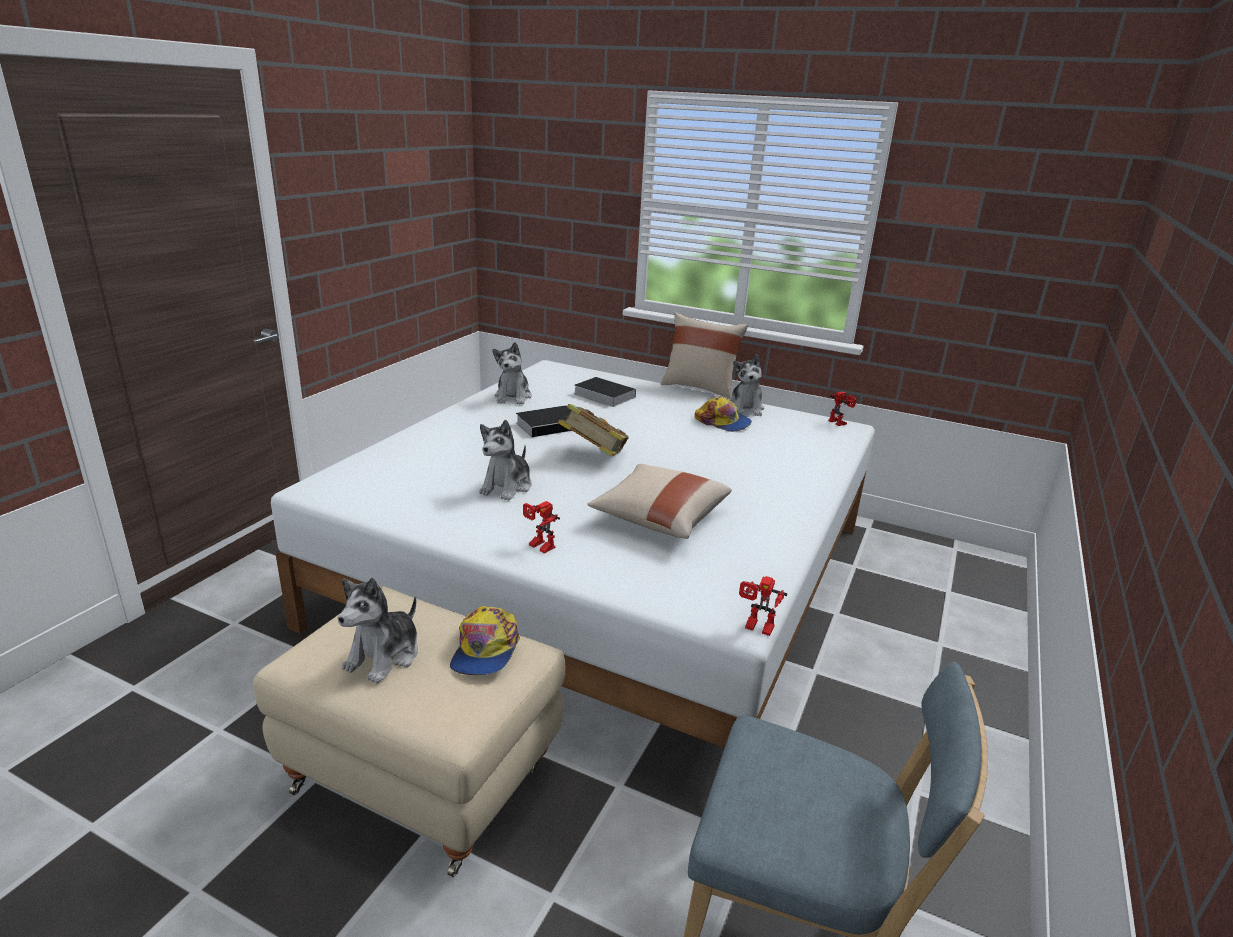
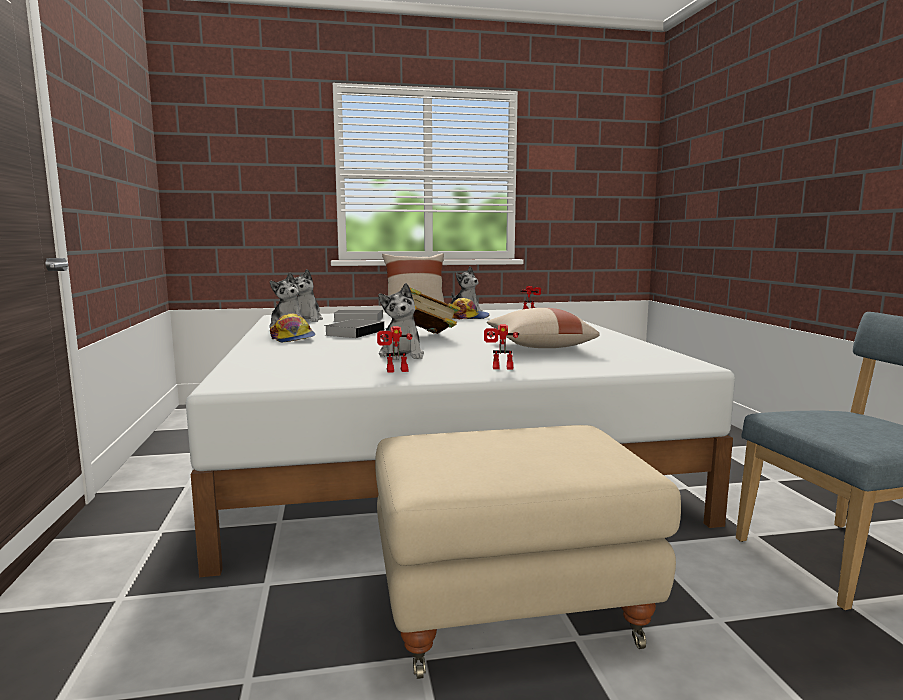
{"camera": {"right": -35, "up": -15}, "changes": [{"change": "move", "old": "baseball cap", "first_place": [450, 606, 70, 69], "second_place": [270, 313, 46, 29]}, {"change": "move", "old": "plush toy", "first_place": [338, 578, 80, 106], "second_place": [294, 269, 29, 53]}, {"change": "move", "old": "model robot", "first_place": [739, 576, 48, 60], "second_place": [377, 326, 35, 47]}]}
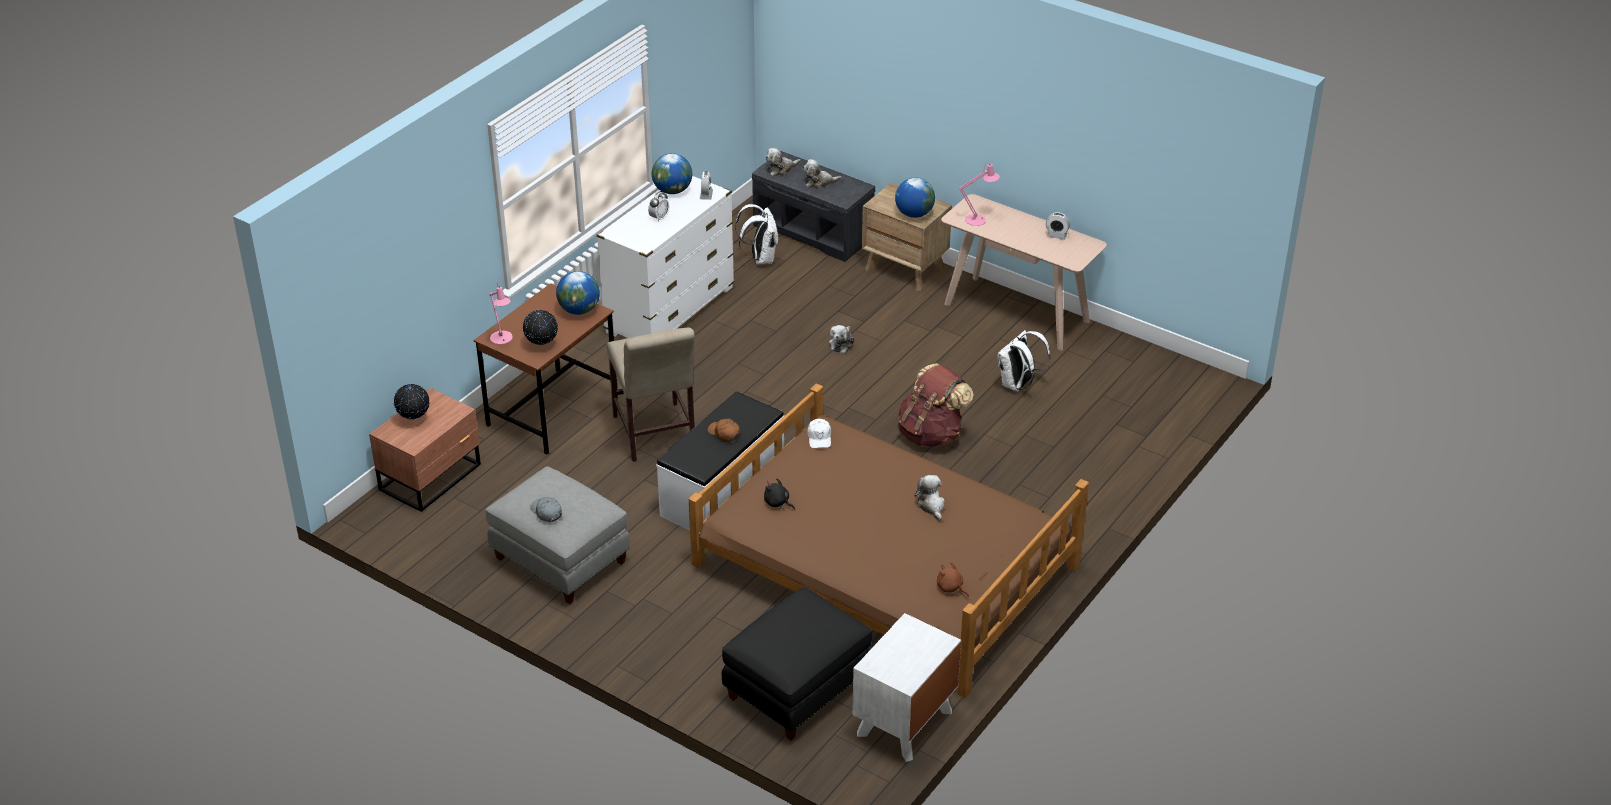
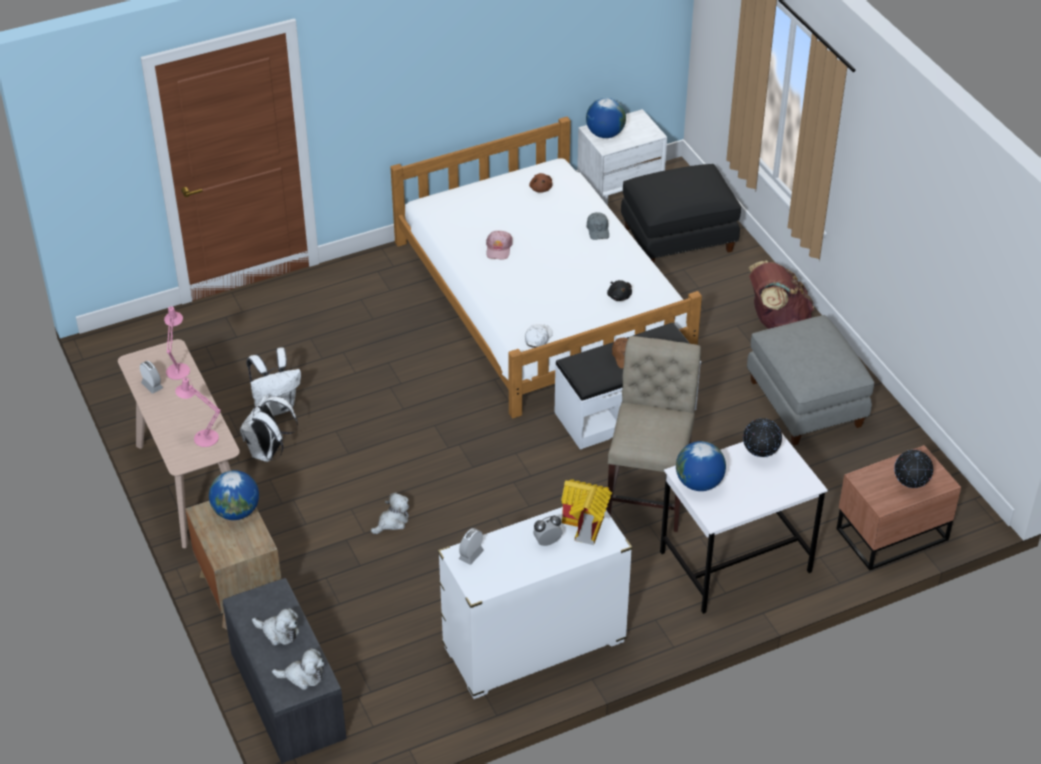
{"camera": {"right": -150, "up": 5}, "changes": [{"change": "move", "old": "pink-coloured tabletop lamp", "first_place": [489, 282, 24, 62], "second_place": [164, 306, 26, 74]}, {"change": "move", "old": "whitish backpack", "first_place": [735, 204, 43, 61], "second_place": [240, 395, 58, 67]}, {"change": "recolor", "old": "brownish bedroom bed", "new": "whitish bedroom bed", "first_place": [689, 384, 400, 314], "second_place": [390, 117, 312, 301]}, {"change": "replace", "old": "plush toy", "new": "pink-coloured baseball cap", "first_place": [914, 475, 31, 46], "second_place": [486, 231, 27, 29]}, {"change": "insert", "new": "model house", "second_place": [561, 479, 51, 66]}, {"change": "move", "old": "world globe", "first_place": [652, 153, 40, 41], "second_place": [586, 98, 40, 40]}, {"change": "move", "old": "greyish baseball cap", "first_place": [530, 497, 32, 26], "second_place": [586, 212, 23, 28]}, {"change": "recolor", "old": "brownish desk unit", "new": "whitish desk unit", "first_place": [474, 283, 144, 172], "second_place": [660, 432, 168, 182]}, {"change": "move", "old": "brownish backpack", "first_place": [898, 363, 76, 84], "second_place": [749, 261, 65, 68]}]}
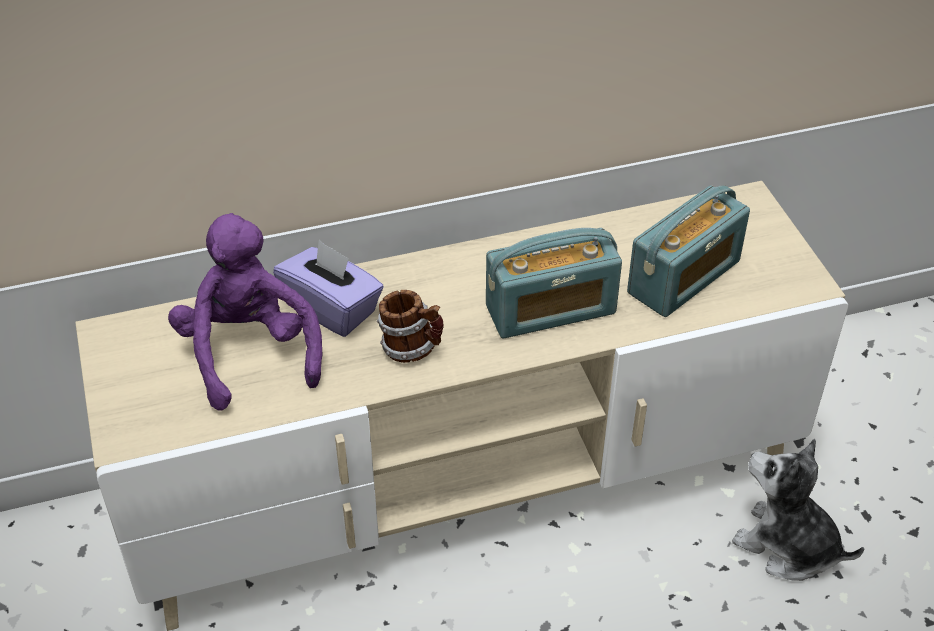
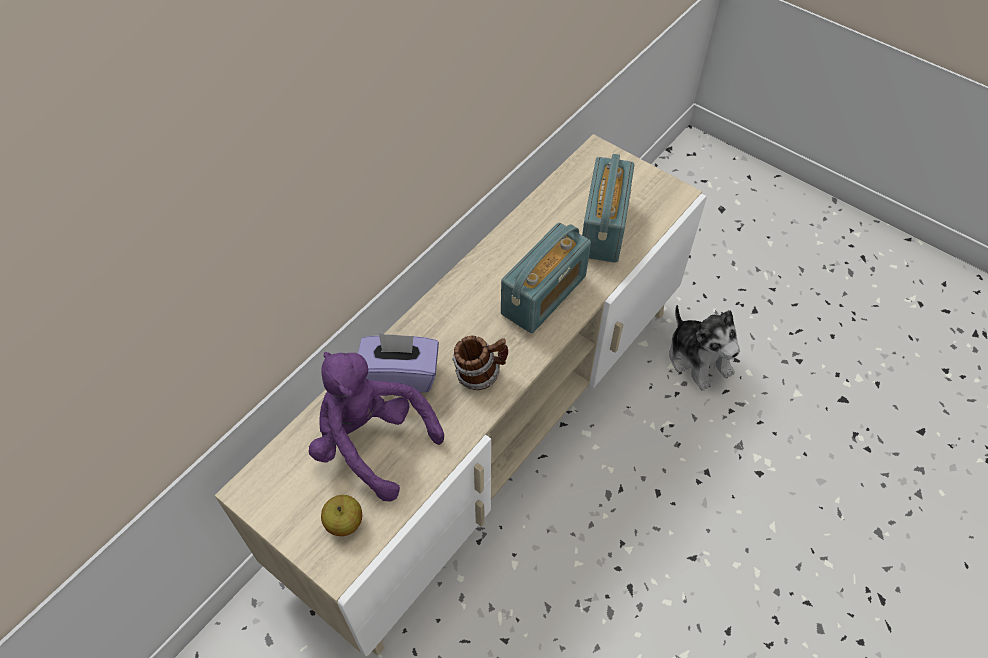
{"camera": {"right": -35, "up": 10}, "changes": [{"change": "insert", "new": "whole apple", "second_place": [321, 495, 41, 41]}, {"change": "rotate", "old": "plush toy", "first_place": [732, 439, 132, 142], "second_place": [670, 305, 70, 86], "degrees": -120}]}
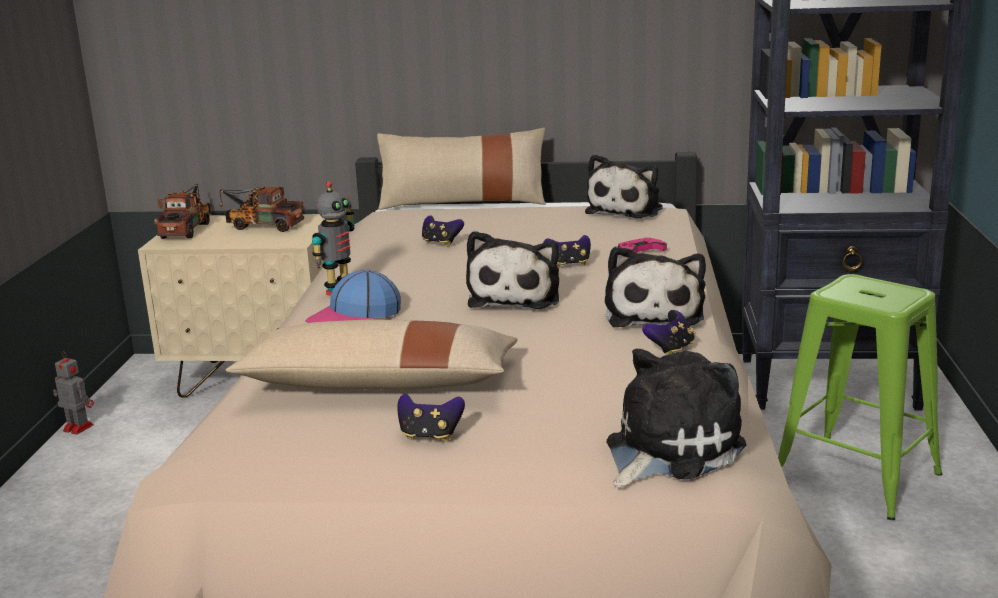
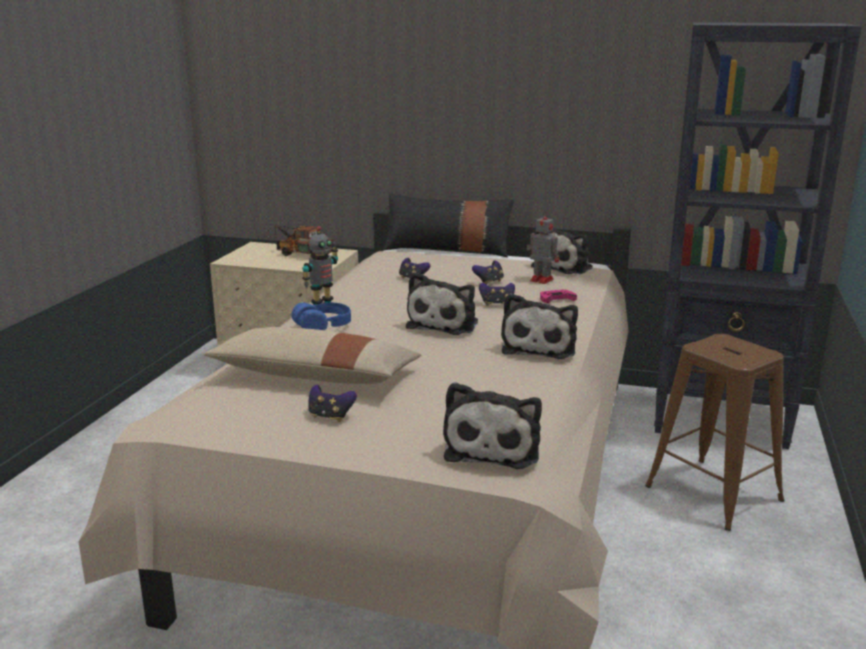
{"camera": {"right": 10, "up": 0}, "changes": [{"change": "replace", "old": "baseball cap", "new": "bluish pair of headphones", "first_place": [305, 269, 96, 54], "second_place": [292, 302, 59, 28]}, {"change": "recolor", "old": "beige pillow", "new": "blackish pillow", "first_place": [377, 128, 169, 82], "second_place": [383, 193, 131, 64]}, {"change": "rotate", "old": "plush toy", "first_place": [607, 349, 139, 139], "second_place": [443, 382, 99, 87], "degrees": 135}, {"change": "move", "old": "game controller", "first_place": [642, 310, 53, 45], "second_place": [472, 261, 32, 24]}, {"change": "move", "old": "model robot", "first_place": [53, 351, 41, 84], "second_place": [526, 210, 34, 74]}, {"change": "recolor", "old": "green-coloured stool seat", "new": "brownish stool seat", "first_place": [778, 274, 164, 246], "second_place": [645, 334, 139, 197]}, {"change": "delete", "old": "toy lorry", "first_place": [154, 184, 58, 55]}]}
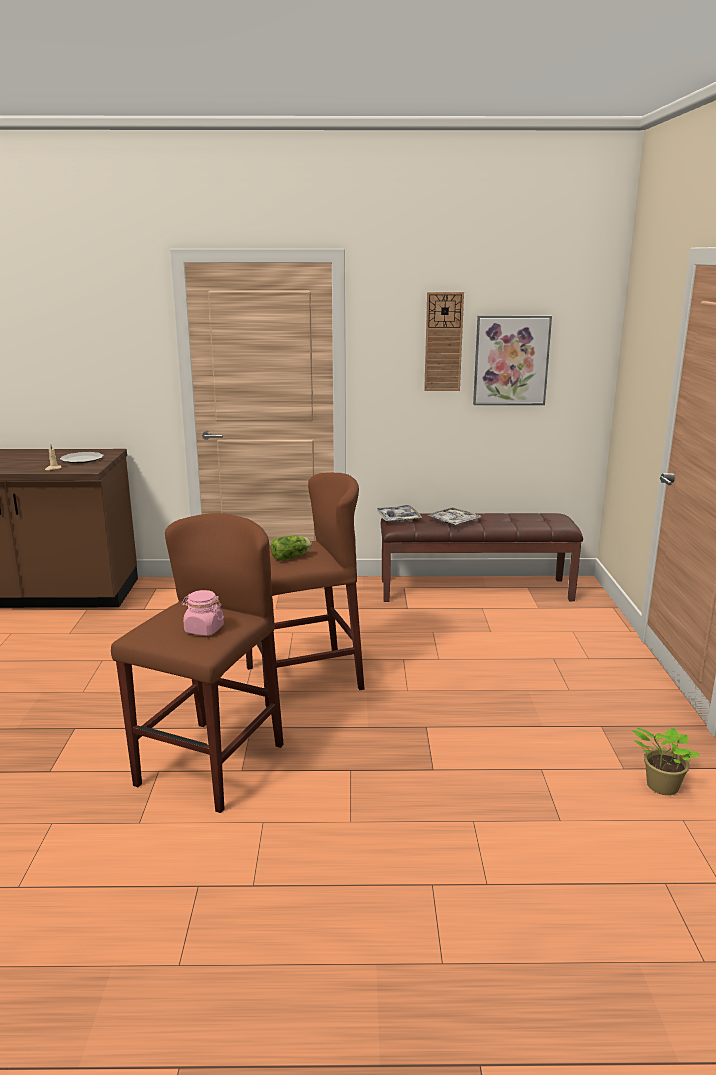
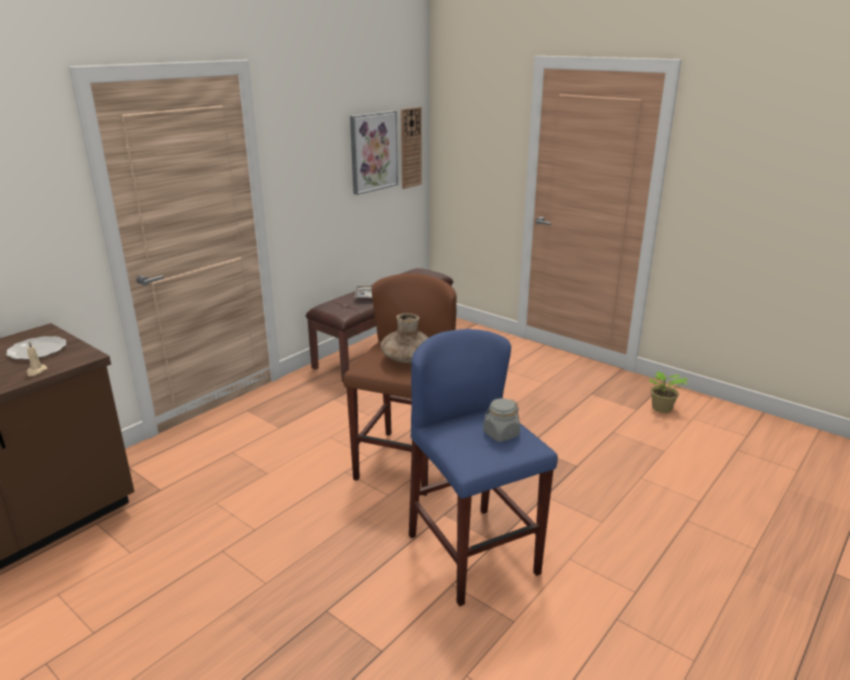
{"camera": {"right": -50, "up": 5}, "changes": [{"change": "replace", "old": "lettuce", "new": "brownish decorative vase", "first_place": [271, 535, 41, 26], "second_place": [381, 313, 48, 50]}, {"change": "move", "old": "clock on the wall", "first_place": [424, 292, 40, 99], "second_place": [401, 107, 21, 82]}, {"change": "recolor", "old": "brownish stool seat", "new": "bluish stool seat", "first_place": [111, 513, 173, 300], "second_place": [409, 329, 149, 277]}, {"change": "recolor", "old": "pink-coloured jar", "new": "greyish jar", "first_place": [182, 590, 42, 46], "second_place": [483, 398, 37, 44]}, {"change": "delete", "old": "carrying tray", "first_place": [375, 505, 48, 18]}]}
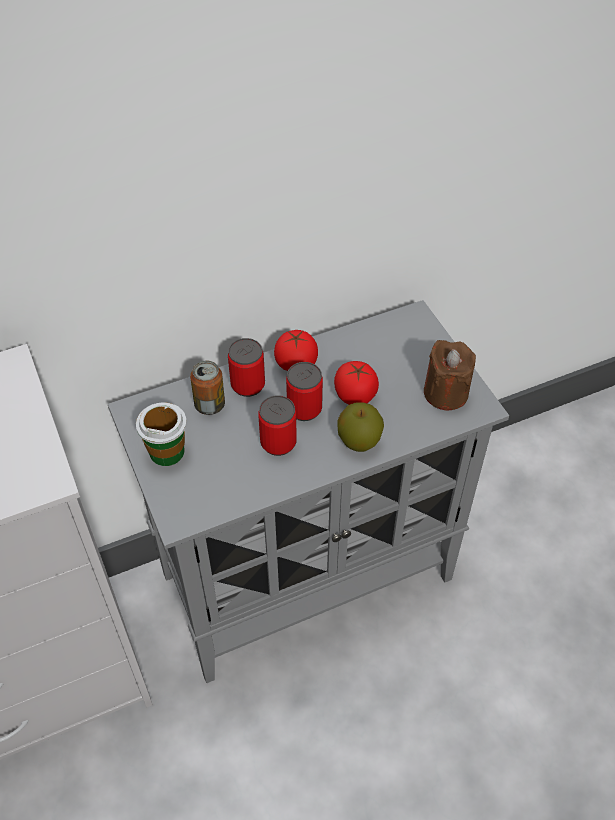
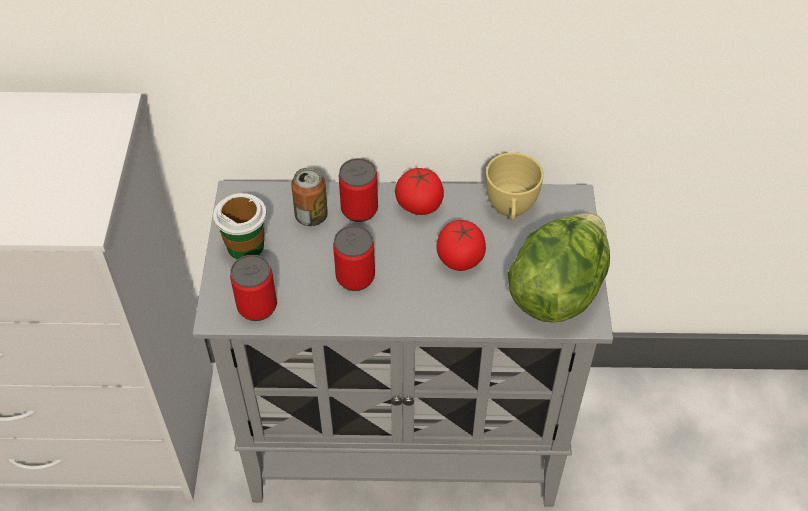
{"camera": {"right": 25, "up": 0}, "changes": [{"change": "move", "old": "sealed can", "first_place": [286, 362, 37, 59], "second_place": [230, 255, 47, 66]}, {"change": "insert", "new": "yellow-coloured small cup", "second_place": [486, 152, 58, 69]}, {"change": "replace", "old": "brownish wax light", "new": "lettuce", "first_place": [424, 340, 52, 71], "second_place": [508, 213, 102, 110]}, {"change": "delete", "old": "whole apple", "first_place": [337, 402, 47, 50]}]}
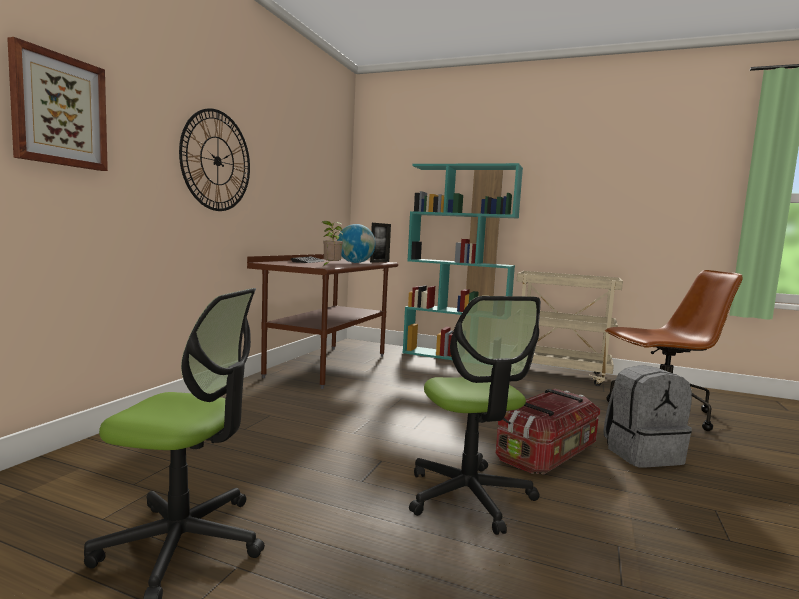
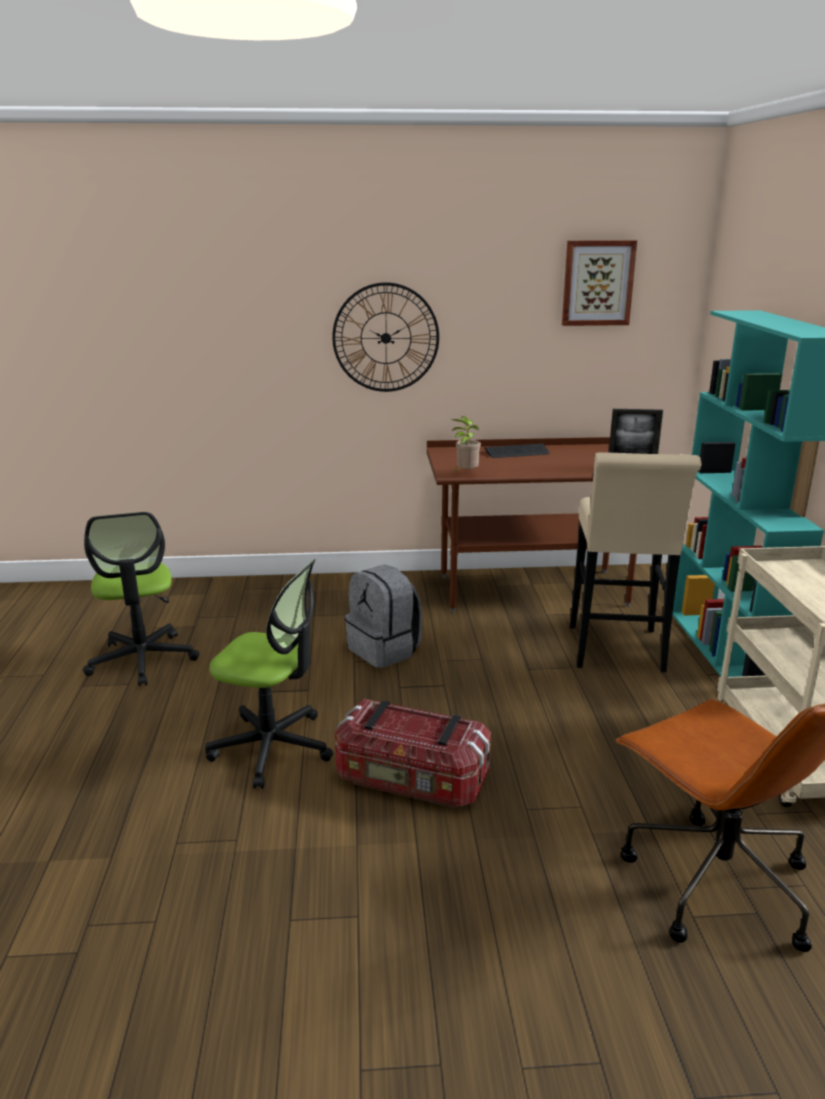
{"camera": {"right": 65, "up": 15}, "changes": [{"change": "rotate", "old": "office chair", "first_place": [409, 296, 132, 239], "second_place": [205, 559, 128, 230], "degrees": -120}, {"change": "move", "old": "greyish backpack", "first_place": [603, 365, 89, 102], "second_place": [345, 565, 77, 103]}, {"change": "move", "old": "wall picture", "first_place": [7, 37, 101, 134], "second_place": [562, 240, 75, 86]}, {"change": "insert", "new": "beige stool seat", "second_place": [570, 452, 131, 220]}, {"change": "delete", "old": "world globe", "first_place": [337, 224, 39, 39]}]}
